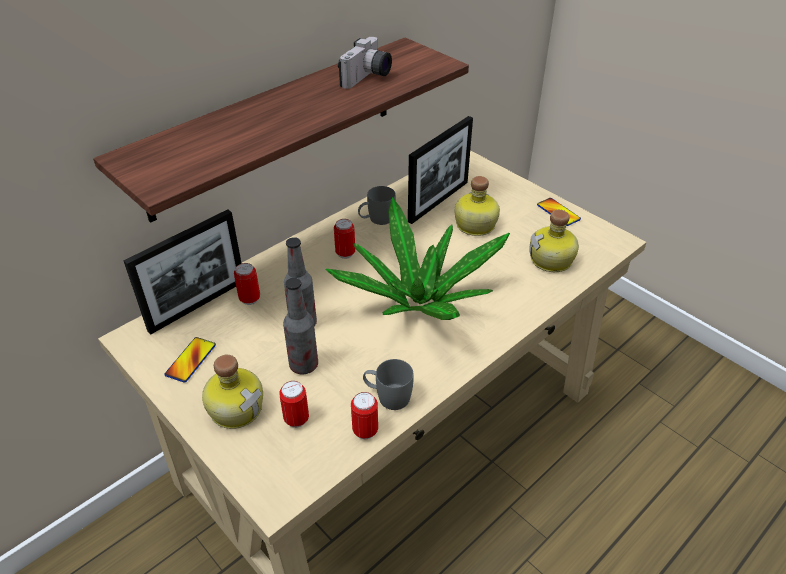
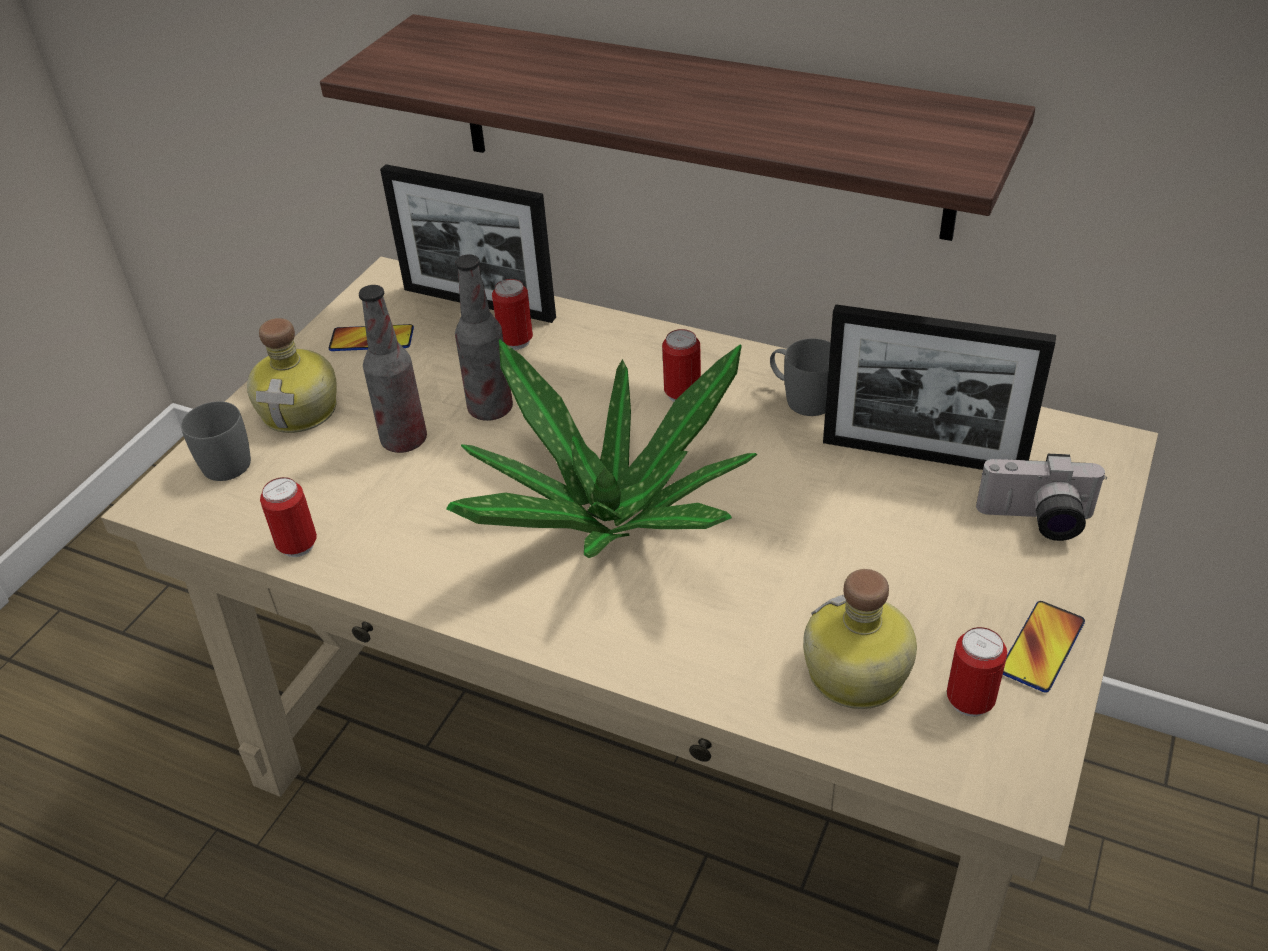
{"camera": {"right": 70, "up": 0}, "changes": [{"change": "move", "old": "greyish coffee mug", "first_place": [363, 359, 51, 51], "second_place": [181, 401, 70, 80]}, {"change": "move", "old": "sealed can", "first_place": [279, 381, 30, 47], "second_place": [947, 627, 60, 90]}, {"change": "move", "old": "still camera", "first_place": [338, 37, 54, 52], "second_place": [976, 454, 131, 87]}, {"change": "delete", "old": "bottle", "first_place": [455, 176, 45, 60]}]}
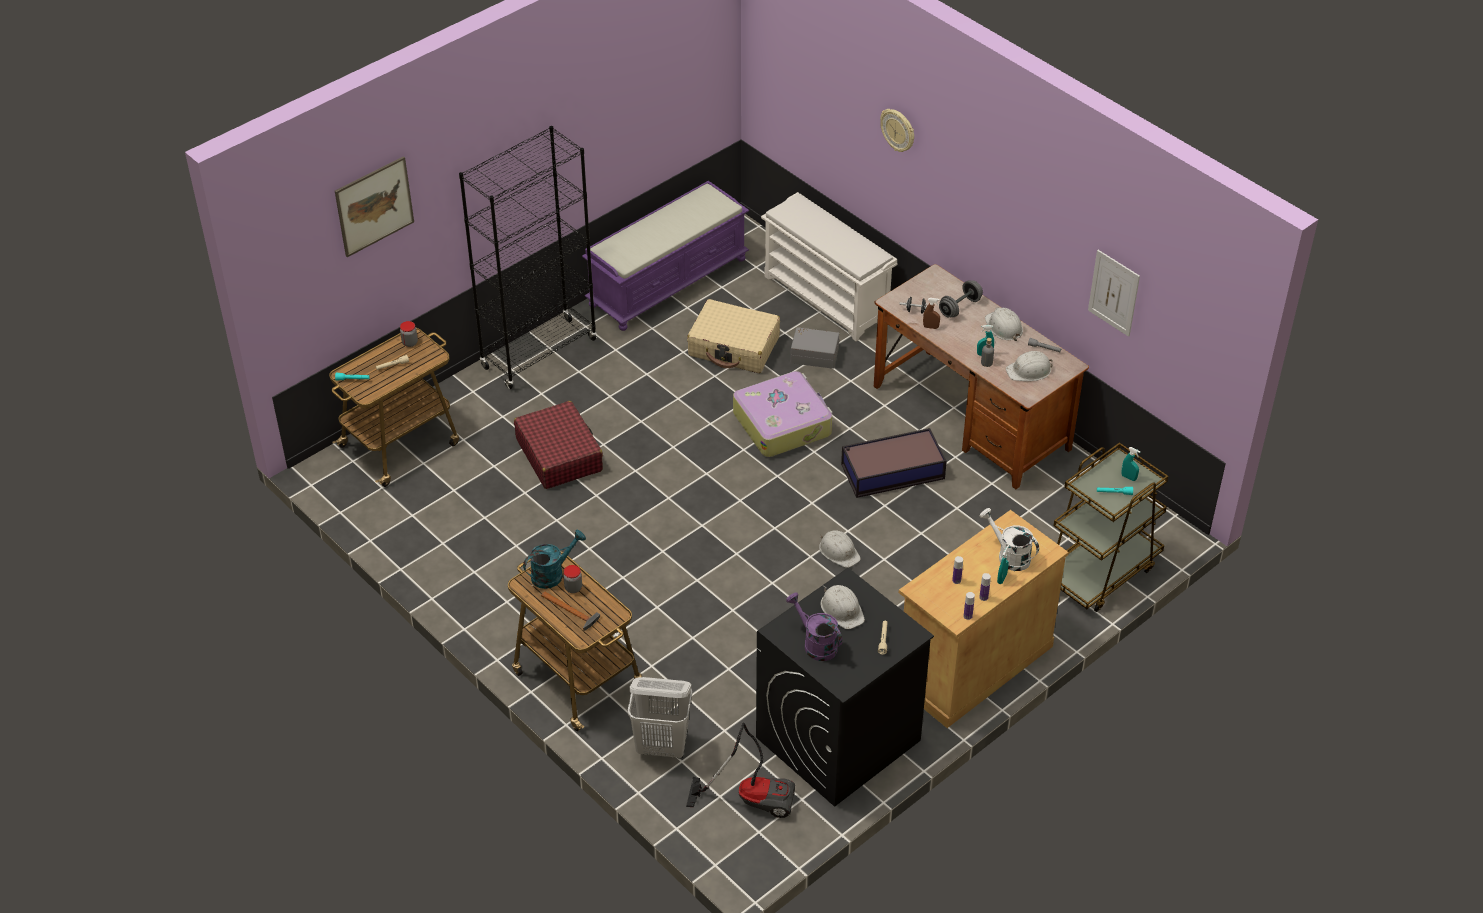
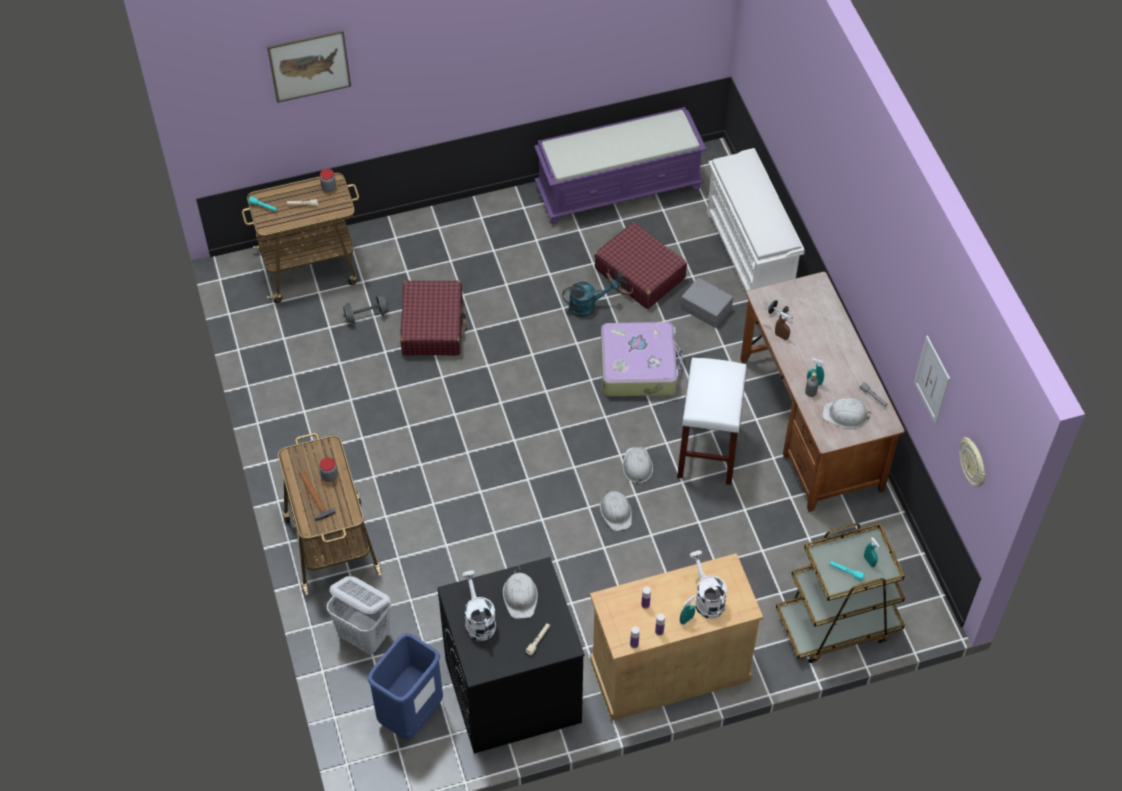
{"camera": {"right": 25, "up": 10}, "changes": [{"change": "move", "old": "greyish free weight", "first_place": [939, 280, 44, 37], "second_place": [343, 295, 45, 29]}, {"change": "replace", "old": "vacuum", "new": "bluish rubbish bin", "first_place": [686, 723, 109, 95], "second_place": [367, 633, 76, 107]}, {"change": "recolor", "old": "purplish sprinkling can", "new": "whitish sprinkling can", "first_place": [786, 592, 56, 69], "second_place": [462, 570, 34, 71]}, {"change": "move", "old": "turquoise-coloured sprinkling can", "first_place": [523, 530, 63, 59], "second_place": [562, 280, 57, 37]}, {"change": "recolor", "old": "beige travel case", "new": "red travel case", "first_place": [687, 299, 93, 74], "second_place": [594, 222, 93, 87]}, {"change": "move", "old": "whitish safety helmet", "first_place": [985, 308, 38, 33], "second_place": [623, 447, 30, 38]}, {"change": "replace", "old": "storage container", "new": "whitish stool seat", "first_place": [841, 428, 106, 70], "second_place": [677, 357, 70, 128]}, {"change": "move", "old": "clock on the wall", "first_place": [880, 109, 34, 43], "second_place": [959, 437, 27, 50]}, {"change": "delete", "old": "blackish shelving unit", "first_place": [459, 126, 138, 263]}]}
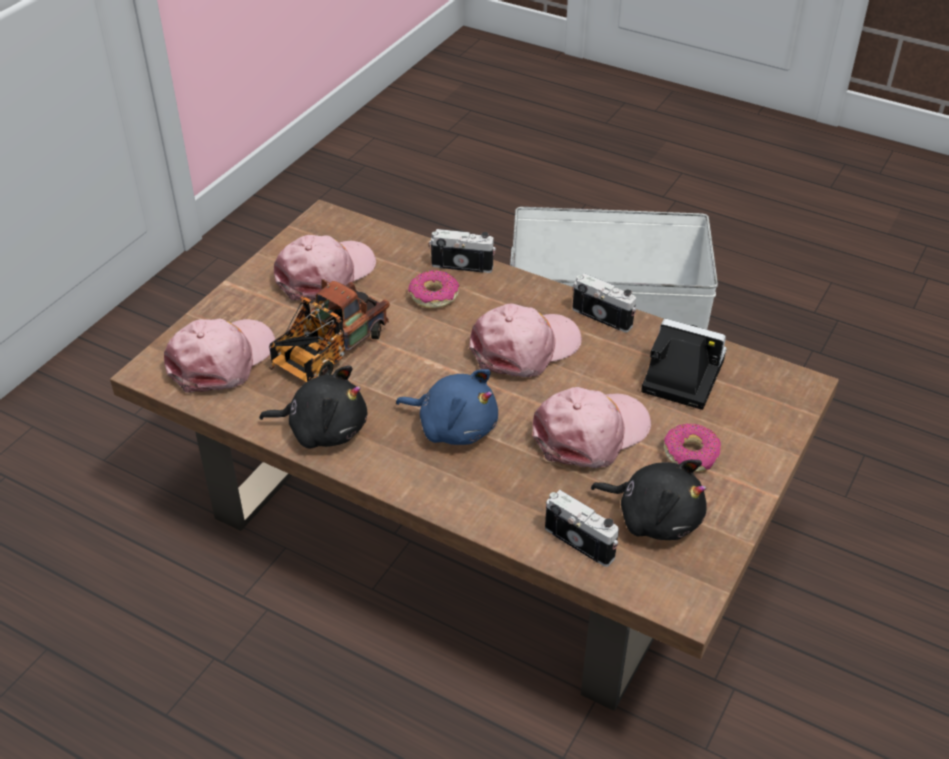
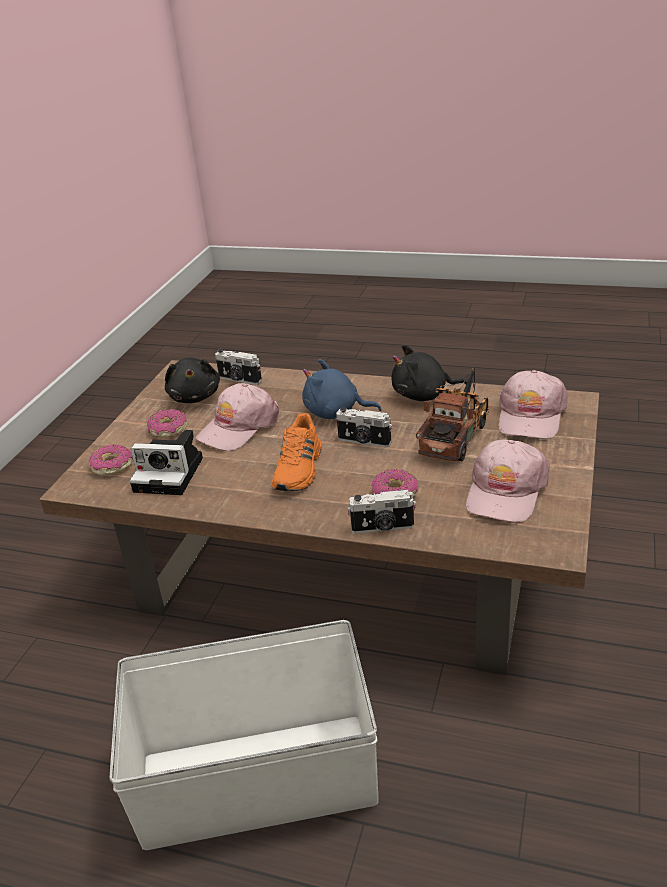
{"camera": {"right": 170, "up": -10}, "changes": [{"change": "insert", "new": "doughnut", "second_place": [89, 444, 44, 31]}, {"change": "rotate", "old": "blackish plush toy", "first_place": [591, 459, 116, 81], "second_place": [165, 357, 55, 46], "degrees": -120}, {"change": "replace", "old": "pink-coloured baseball cap", "new": "orange-coloured item of footwear", "first_place": [469, 304, 113, 74], "second_place": [272, 413, 50, 78]}, {"change": "move", "old": "still camera", "first_place": [572, 273, 64, 60], "second_place": [336, 407, 56, 40]}]}
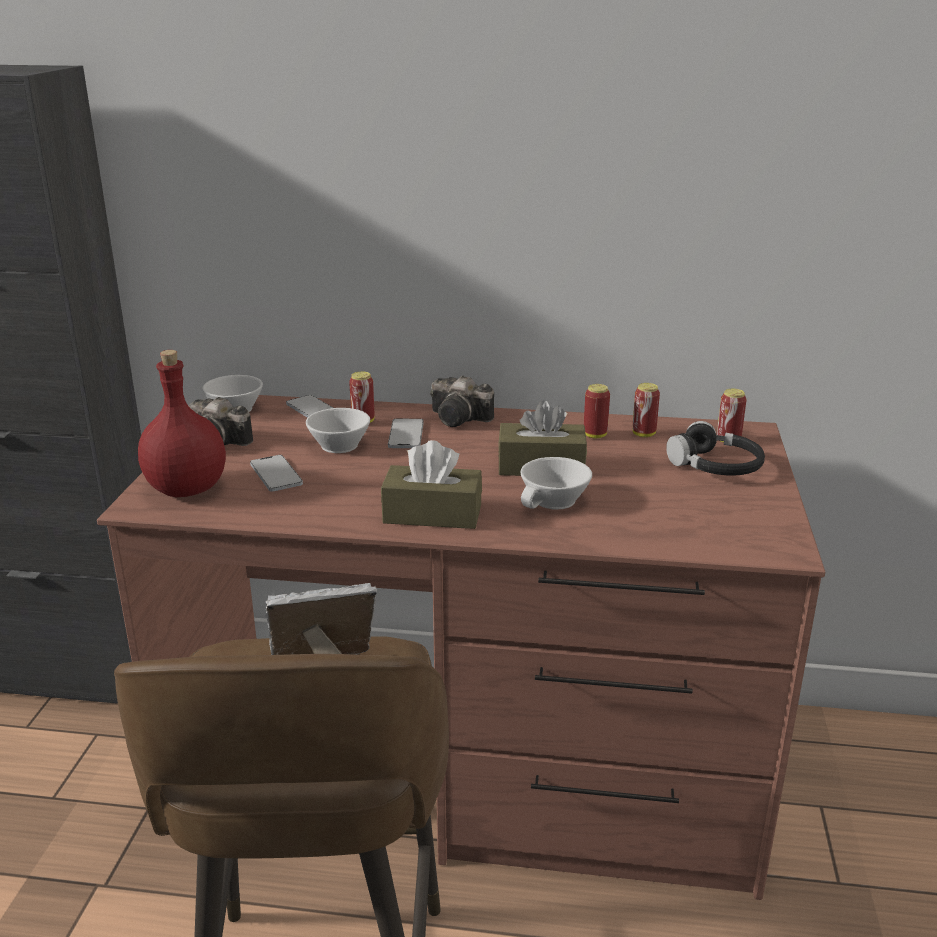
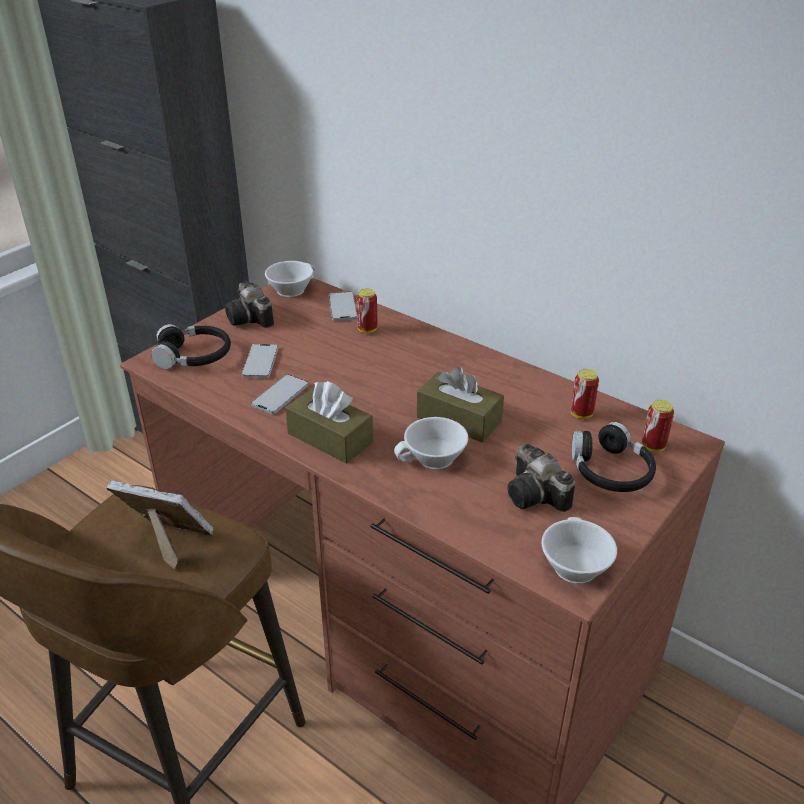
{"camera": {"right": 30, "up": 10}, "changes": [{"change": "replace", "old": "red bottle", "new": "blackish pair of headphones", "first_place": [138, 350, 88, 147], "second_place": [151, 324, 80, 45]}, {"change": "move", "old": "telephone", "first_place": [388, 419, 36, 29], "second_place": [251, 374, 58, 40]}, {"change": "move", "old": "still camera", "first_place": [430, 376, 64, 51], "second_place": [507, 444, 68, 68]}, {"change": "move", "old": "whitish small cup", "first_place": [306, 408, 64, 45], "second_place": [541, 517, 76, 67]}, {"change": "delete", "old": "sealed can", "first_place": [584, 384, 26, 54]}]}
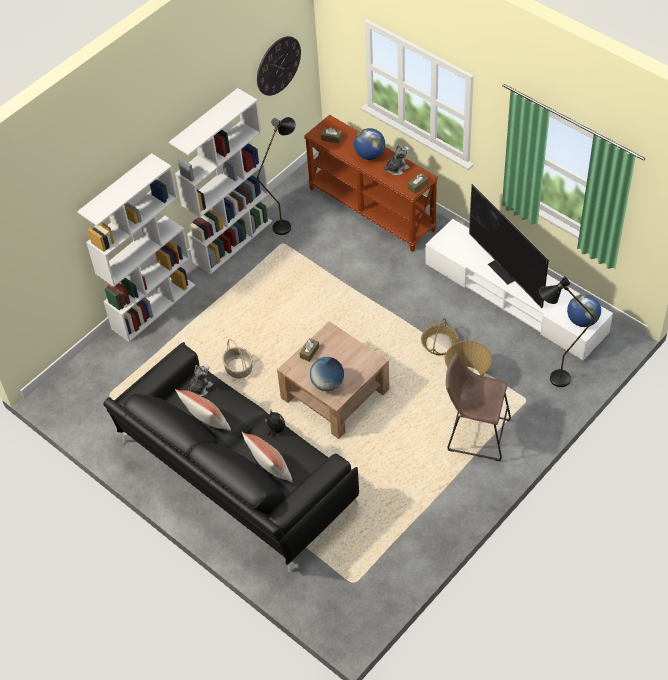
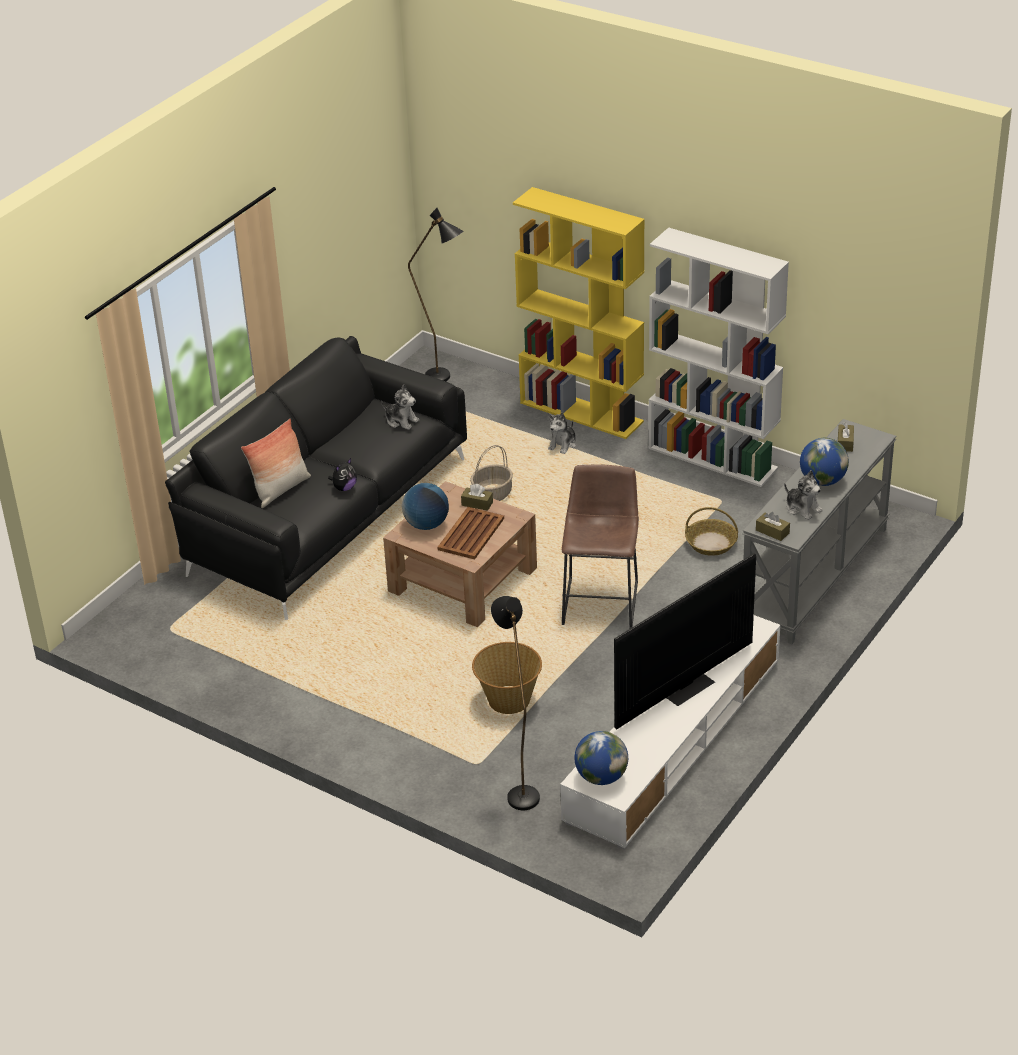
{"camera": {"right": 80, "up": -15}, "changes": [{"change": "move", "old": "blackish standing lamp", "first_place": [257, 117, 39, 118], "second_place": [408, 208, 55, 173]}, {"change": "insert", "new": "brownish carrying tray", "second_place": [438, 507, 66, 53]}, {"change": "recolor", "old": "whitish shelving unit", "new": "yellow-coloured shelving unit", "first_place": [77, 153, 118, 189], "second_place": [513, 187, 132, 252]}, {"change": "insert", "new": "plush toy", "second_place": [548, 413, 29, 41]}, {"change": "move", "old": "brownish stool seat", "first_place": [446, 353, 65, 108], "second_place": [562, 464, 77, 165]}, {"change": "move", "old": "household basket", "first_place": [421, 318, 37, 37], "second_place": [685, 507, 53, 49]}, {"change": "recolor", "old": "brownish console table", "new": "greyish console table", "first_place": [304, 115, 134, 137], "second_place": [743, 419, 154, 225]}, {"change": "delete", "old": "pillow", "first_place": [175, 389, 56, 42]}, {"change": "delete", "old": "clock on the wall", "first_place": [257, 36, 44, 60]}]}
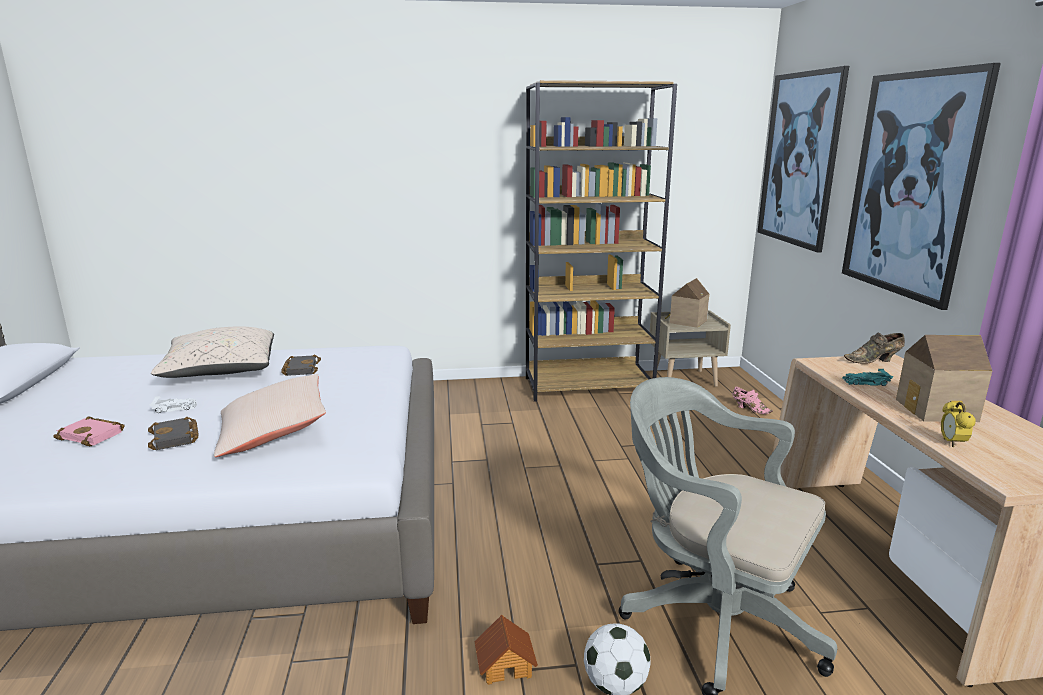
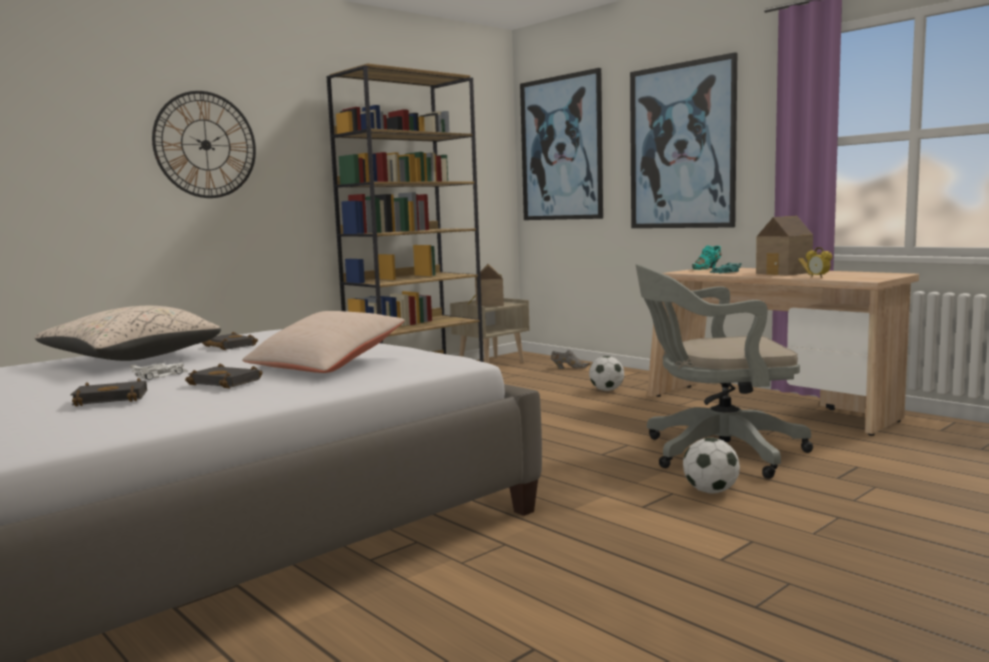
{"camera": {"right": -35, "up": -10}, "changes": [{"change": "recolor", "old": "pink-coloured bound book", "new": "blackish bound book", "first_place": [53, 416, 72, 30], "second_place": [71, 378, 76, 28]}, {"change": "insert", "new": "clock on the wall", "second_place": [152, 91, 104, 107]}, {"change": "recolor", "old": "pink-coloured item of footwear", "new": "greyish item of footwear", "first_place": [732, 387, 41, 27], "second_place": [551, 349, 39, 20]}, {"change": "insert", "new": "ball for football", "second_place": [589, 356, 35, 35]}, {"change": "recolor", "old": "brownish item of footwear", "new": "turquoise-coloured item of footwear", "first_place": [844, 333, 61, 30], "second_place": [692, 245, 30, 25]}, {"change": "delete", "old": "model house", "first_place": [474, 615, 64, 70]}]}
